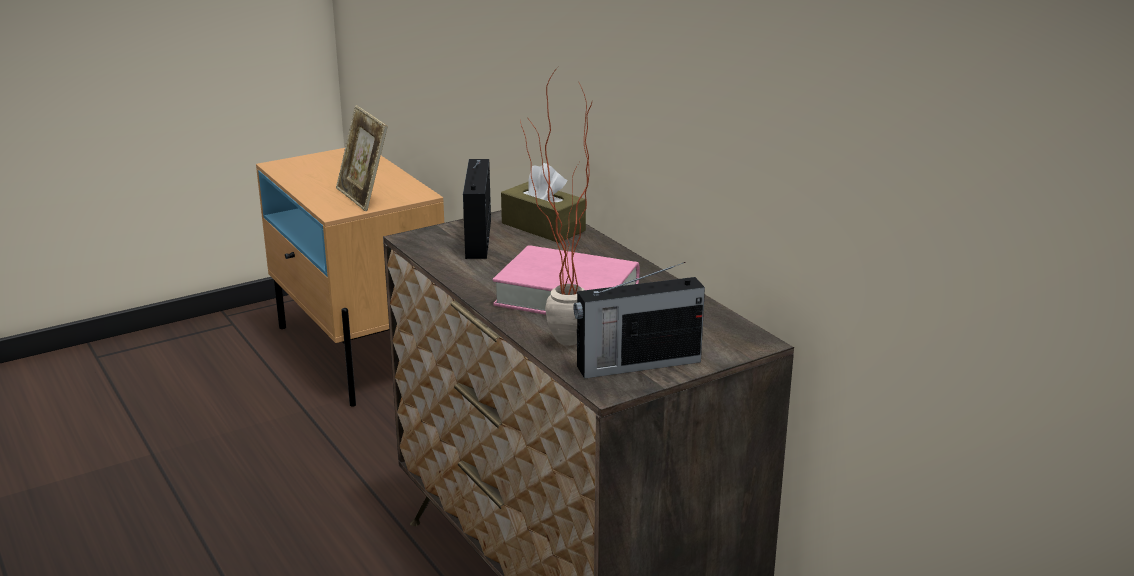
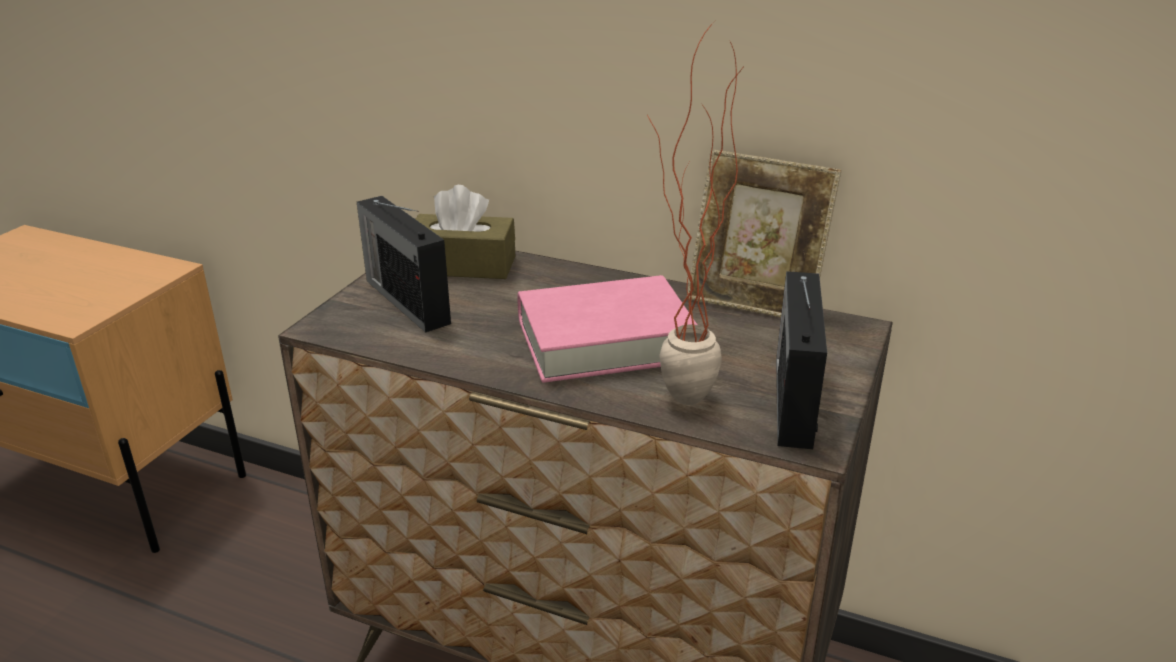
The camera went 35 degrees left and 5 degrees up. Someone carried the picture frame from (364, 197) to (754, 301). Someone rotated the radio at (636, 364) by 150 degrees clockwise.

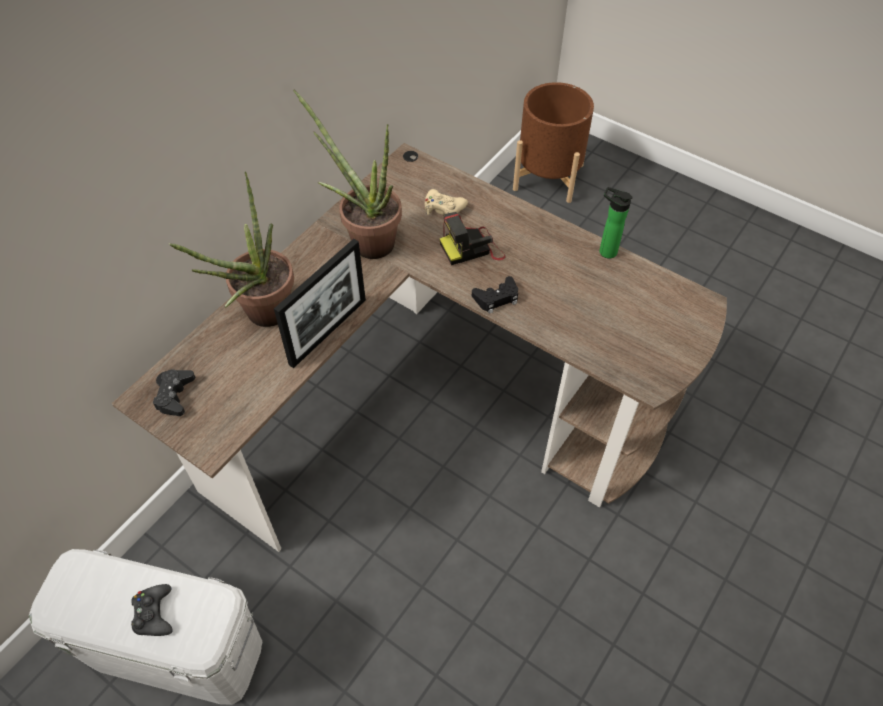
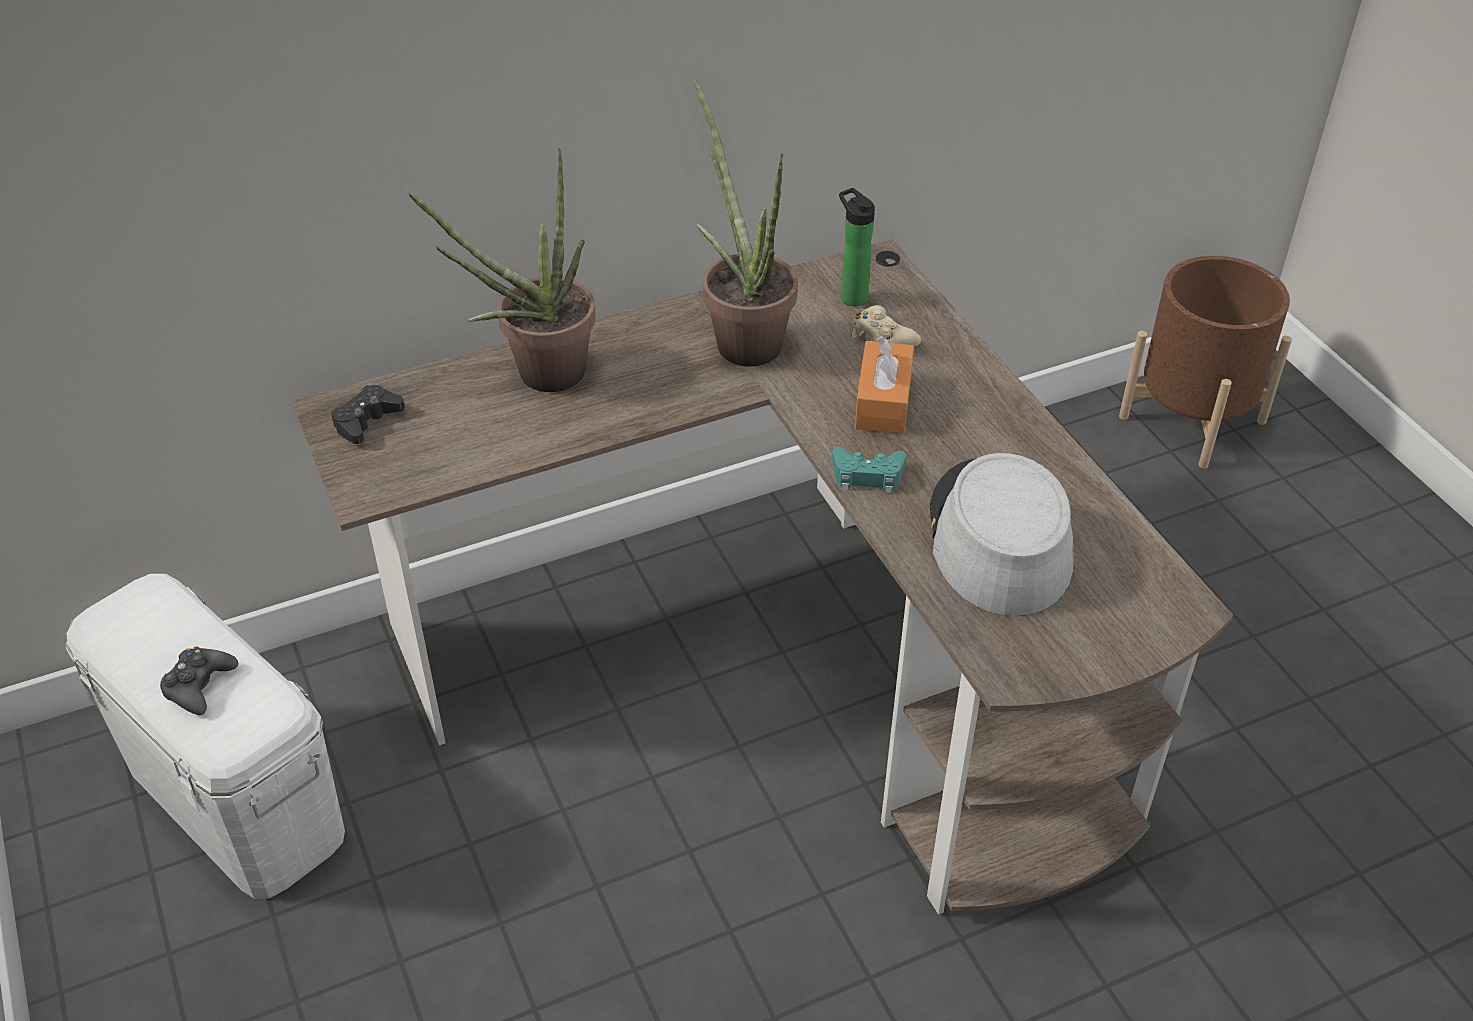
The camera went 30 degrees right and 10 degrees down. Someone carried the bottle from (605, 251) to (851, 296). Someone swapped the photo camera at (472, 248) for the orange tissue box at (883, 402). Someone took away the picture frame at (328, 331). Someone repainted the black game controller at (496, 298), which became the turquoise game controller at (867, 475). Someone put down the grey hat at (997, 538).

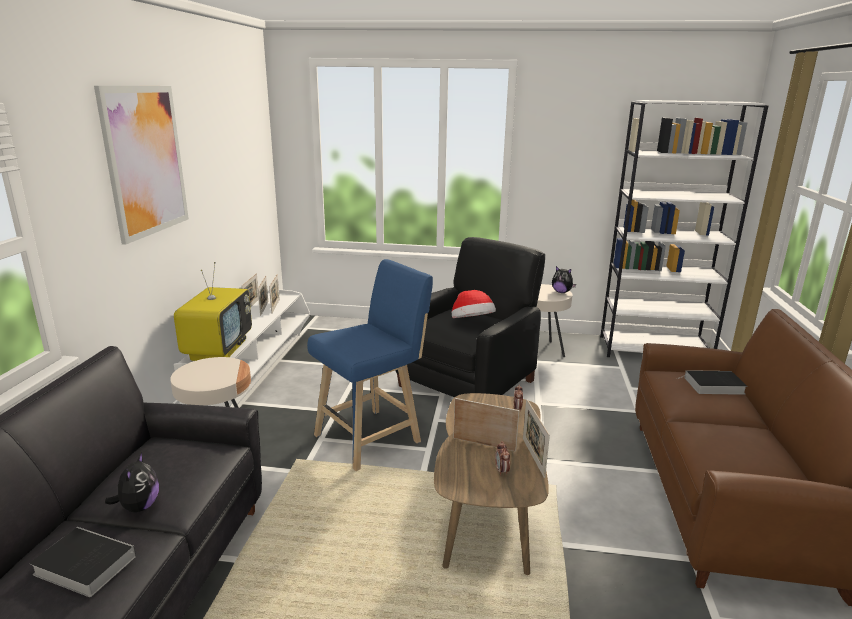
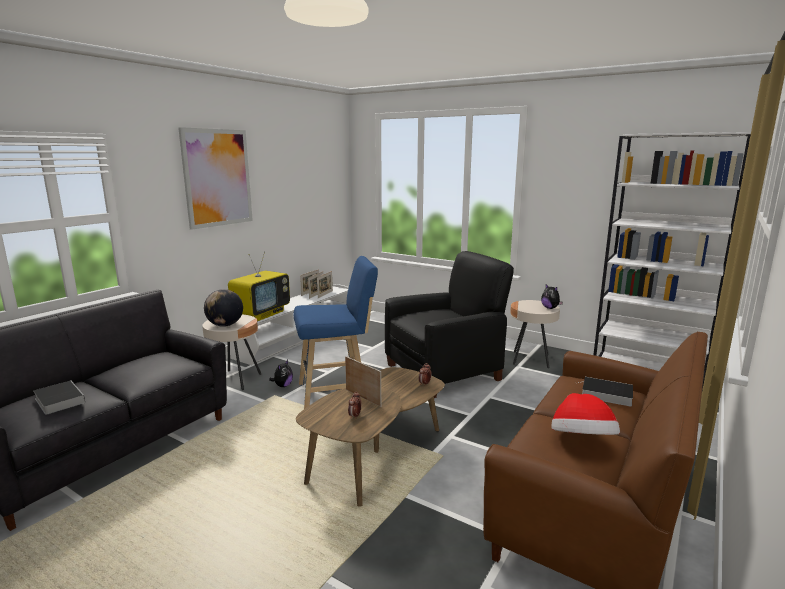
The camera went 25 degrees right and 5 degrees down. Someone carried the hat from (472, 323) to (582, 442). Someone took away the picture frame at (533, 457). Someone carried the plush toy from (139, 506) to (283, 386). Someone put down the globe at (225, 325).

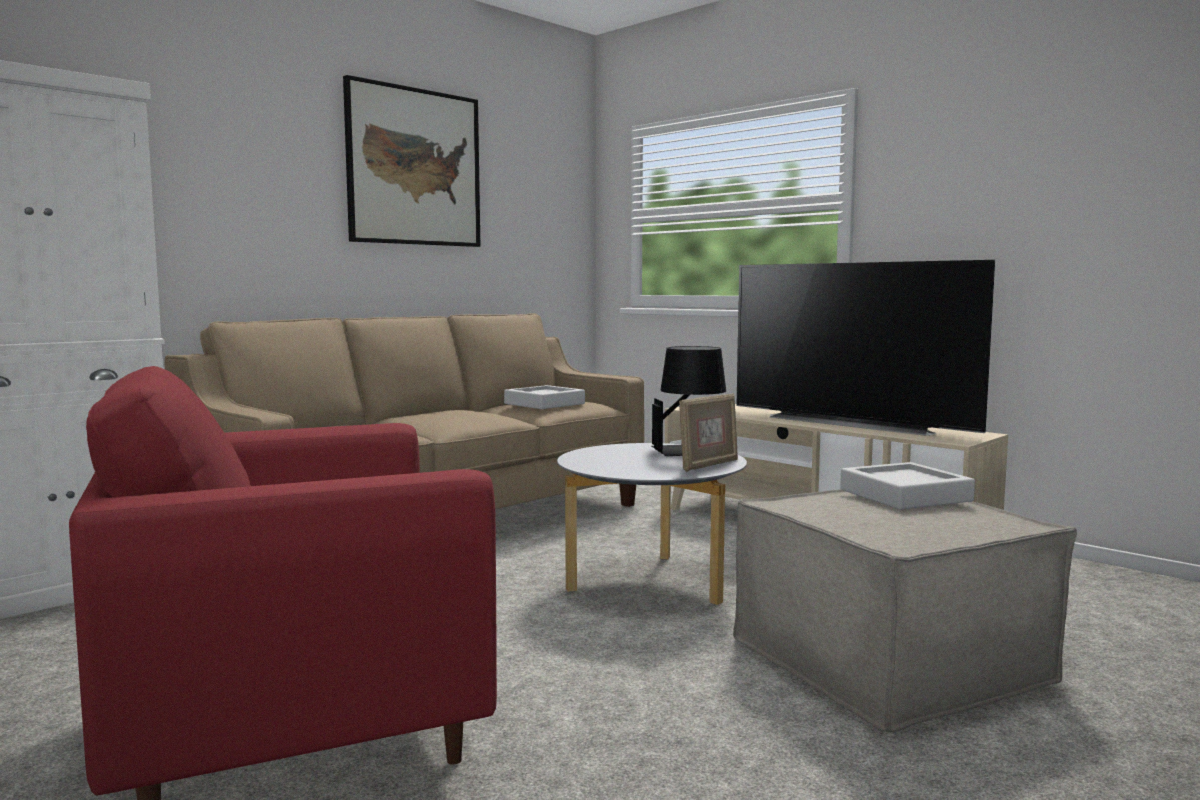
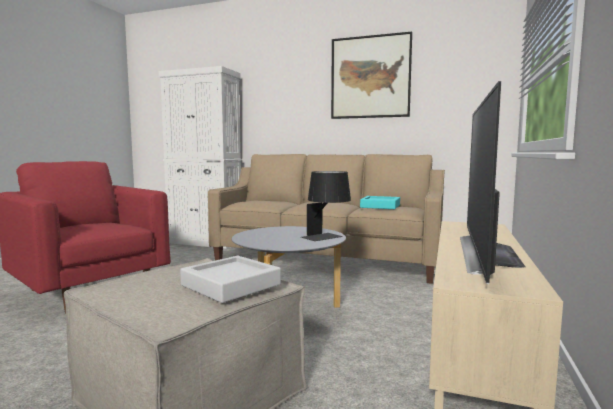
The camera went 65 degrees right and 0 degrees up. Someone repainted the grey tray at (544, 404), which became the turquoise tray at (380, 206). Someone took away the picture frame at (708, 465).

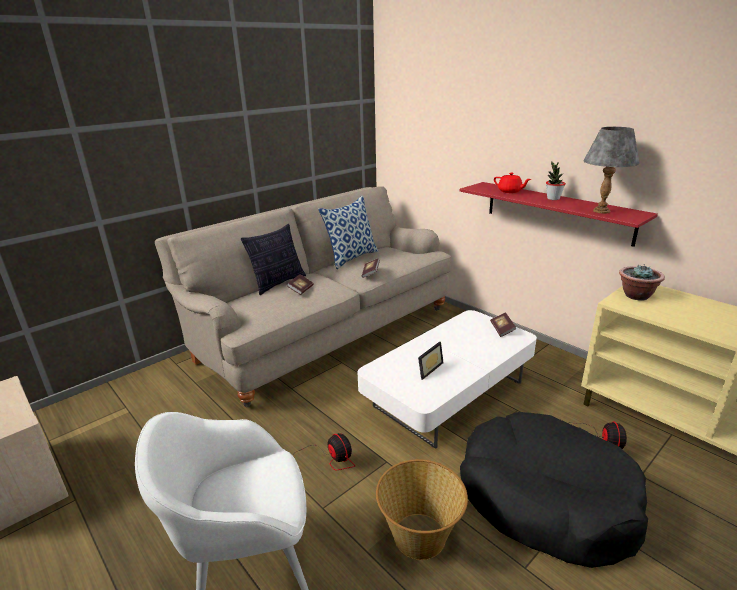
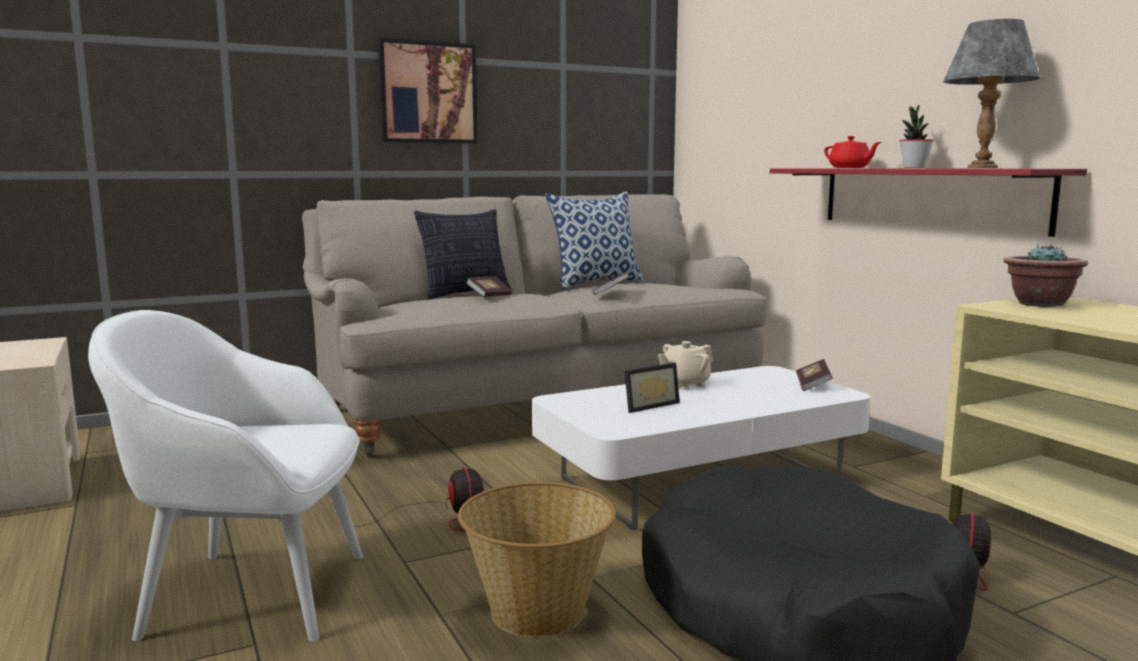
The camera went 15 degrees right and 15 degrees down. Someone put up the picture at (428, 93). Someone put down the beige teapot at (684, 384).

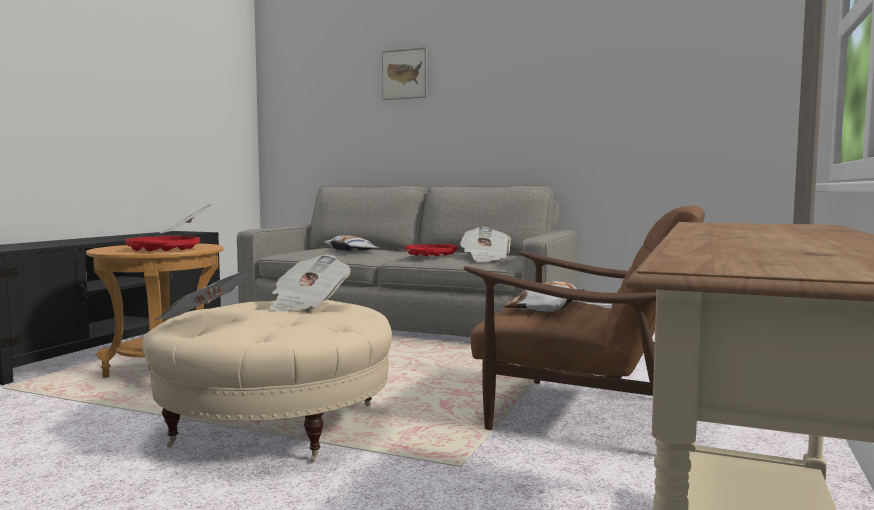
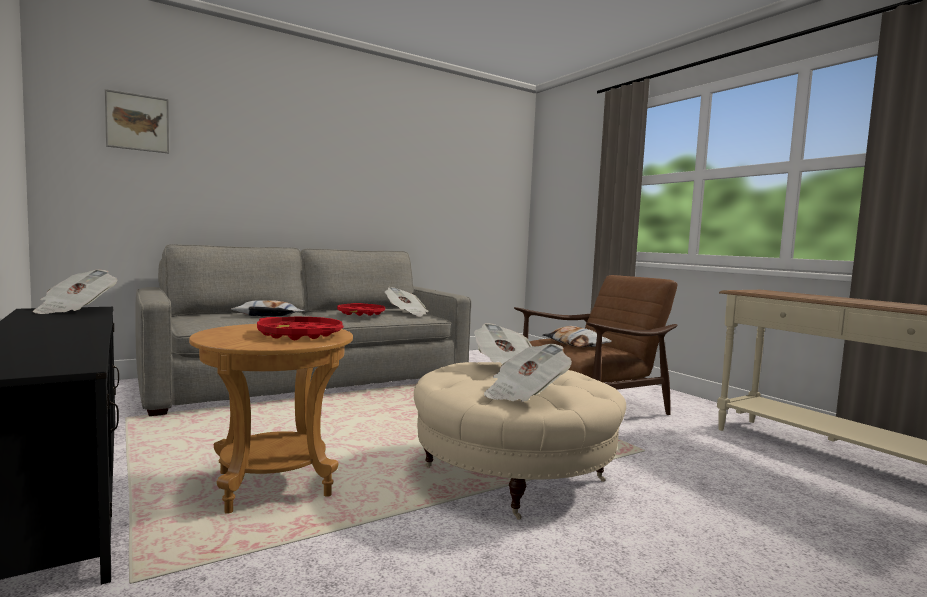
The camera went 55 degrees left and 0 degrees up. Someone carried the picture from (404, 74) to (137, 122).

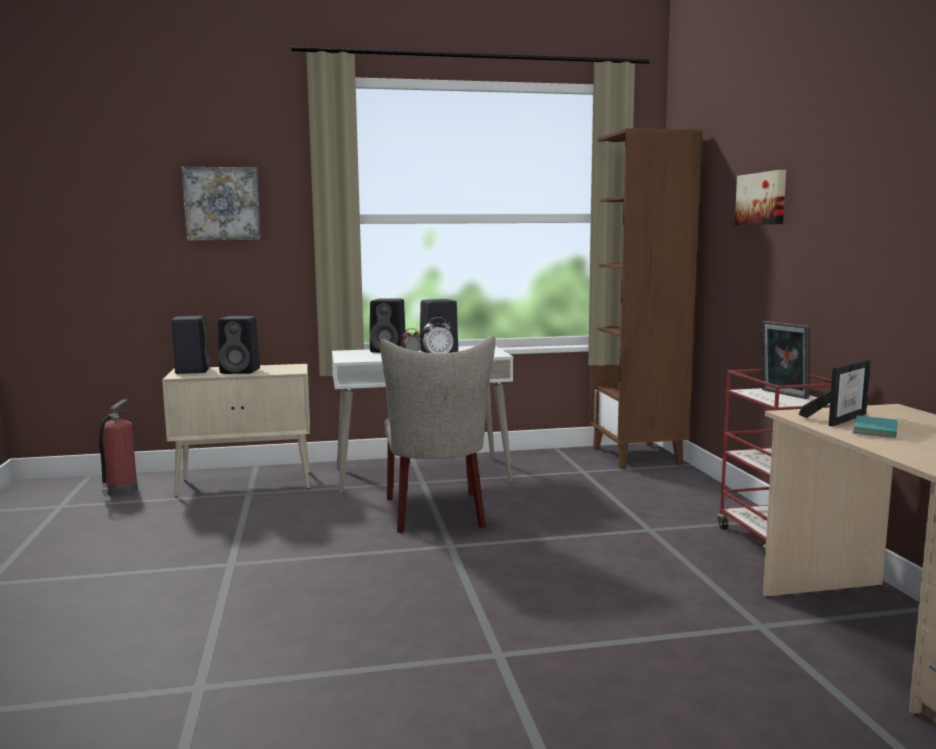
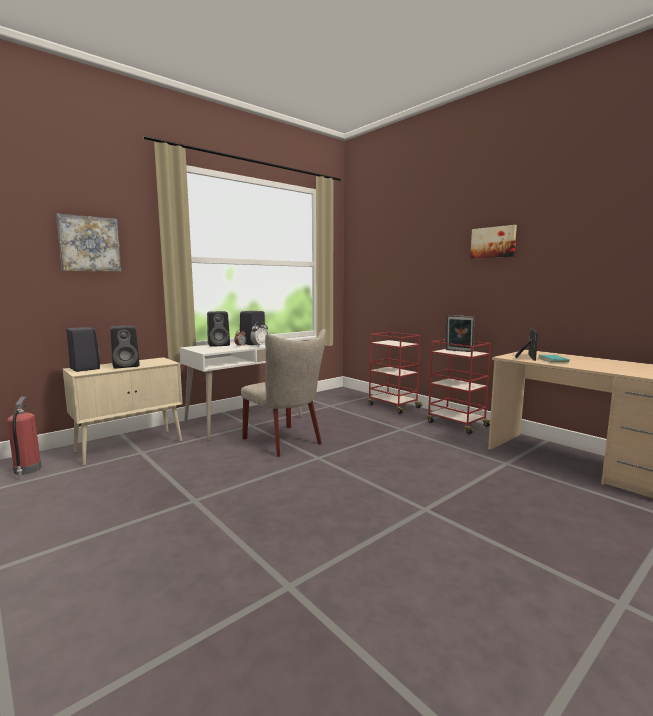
The camera went 30 degrees left and 0 degrees up. Someone took away the brown bookcase at (637, 456). Someone carried the picture from (762, 198) to (493, 242). Someone put down the red cart at (393, 406).

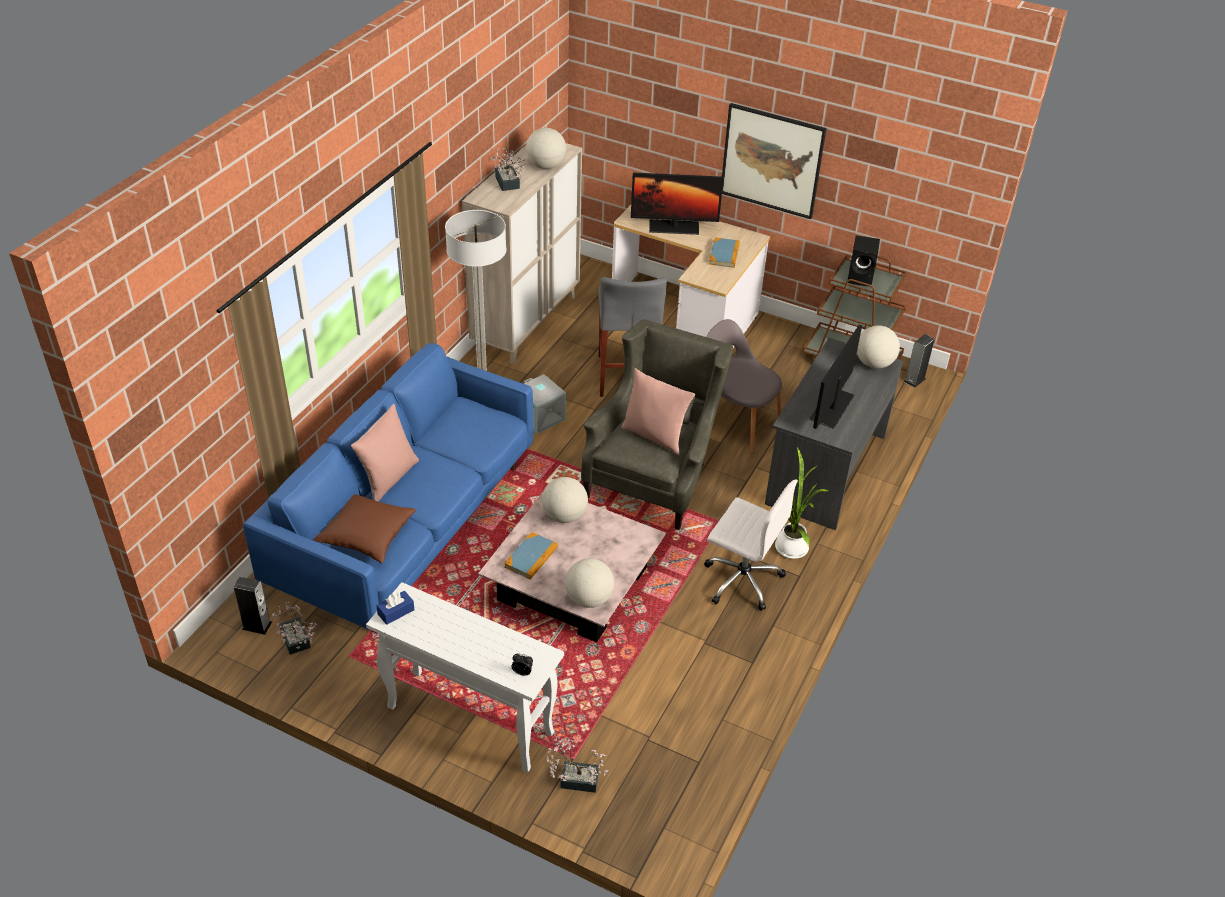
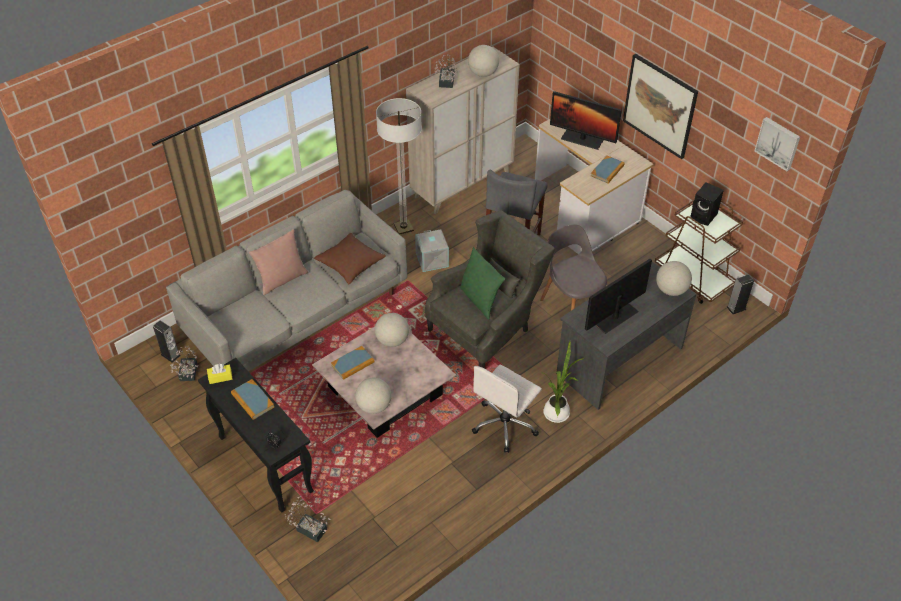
The camera went 25 degrees right and 5 degrees up. Someone repainted the blue sofa at (407, 527), which became the grey sofa at (298, 315). Someone repainted the pink pillow at (654, 436), which became the green pillow at (480, 300). Someone rotated the white office chair at (741, 579) by 75 degrees clockwise. Someone carried the brown pillow from (366, 535) to (350, 264). Someone repainted the white console table at (468, 720), which became the black console table at (264, 463). Someone repainted the blue tissue box at (396, 612), which became the yellow tissue box at (220, 377). Someone put up the picture at (778, 143). Someone put down the book at (252, 400).

